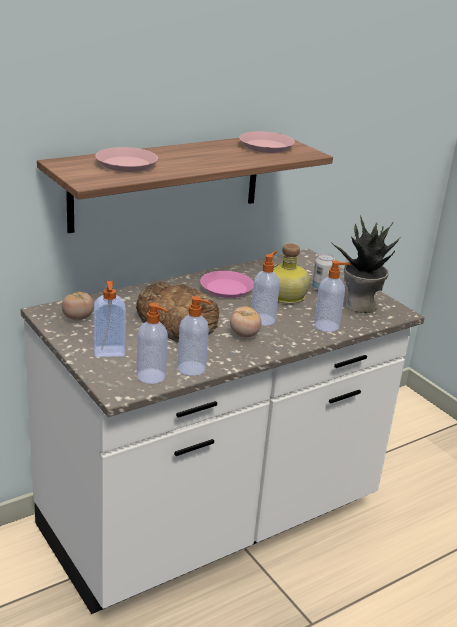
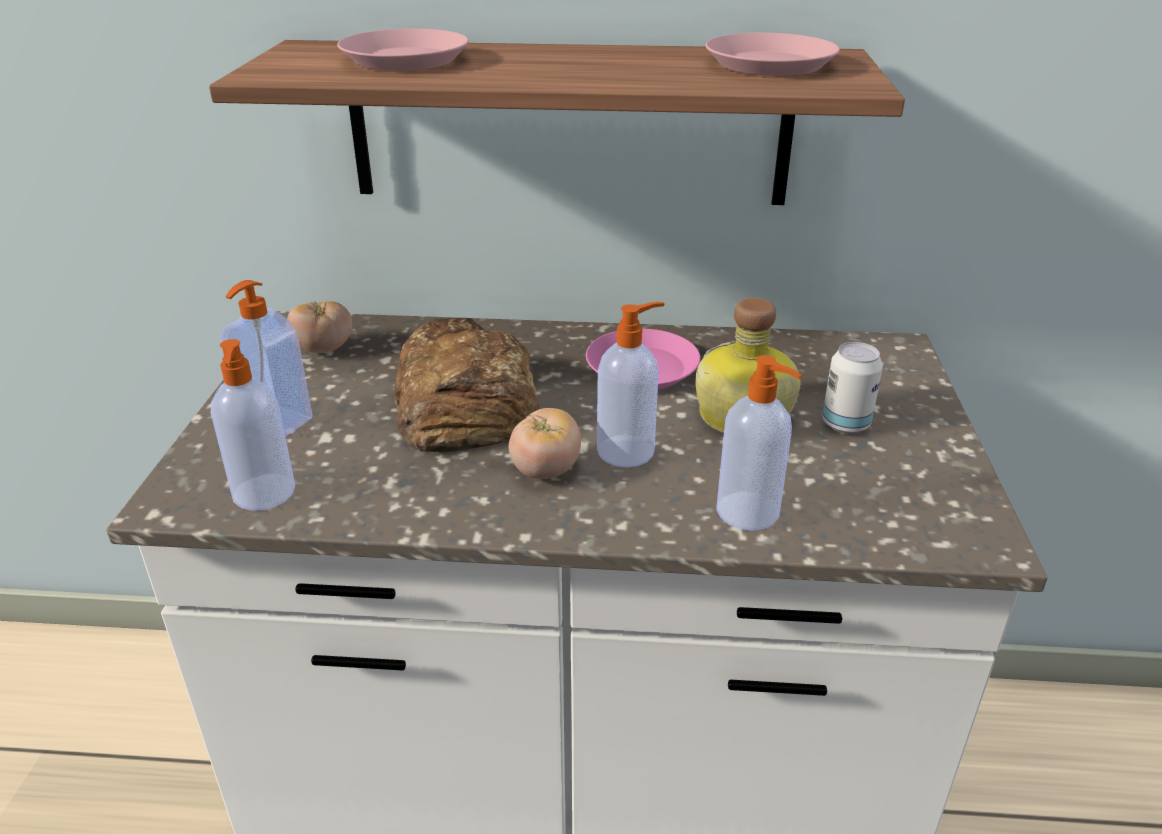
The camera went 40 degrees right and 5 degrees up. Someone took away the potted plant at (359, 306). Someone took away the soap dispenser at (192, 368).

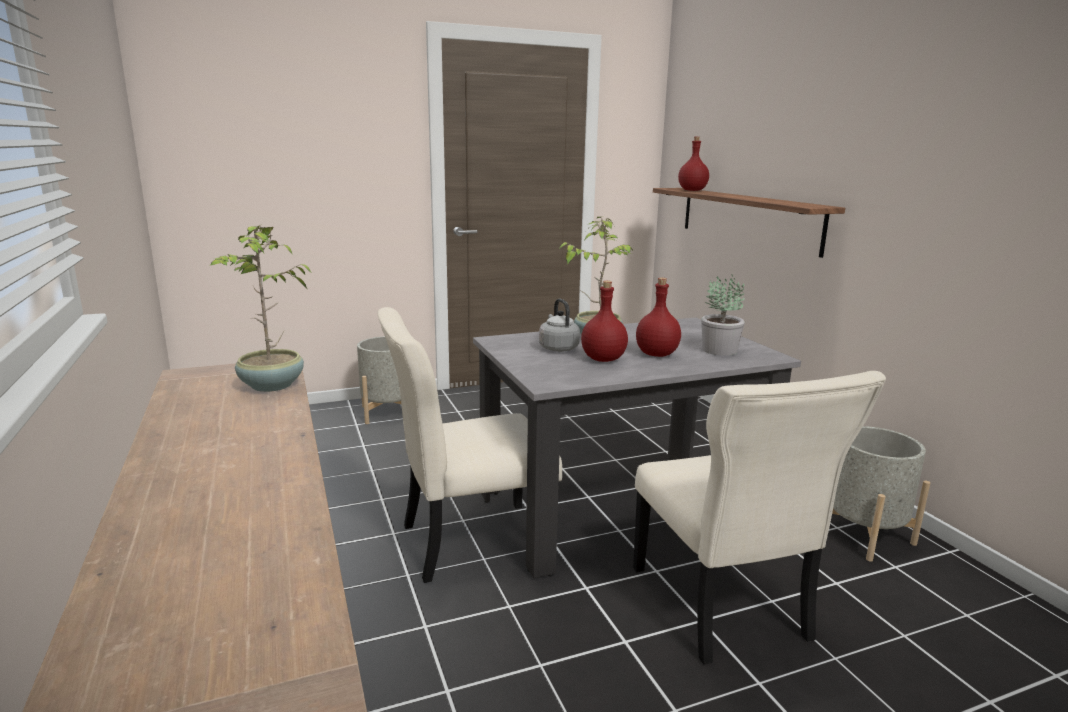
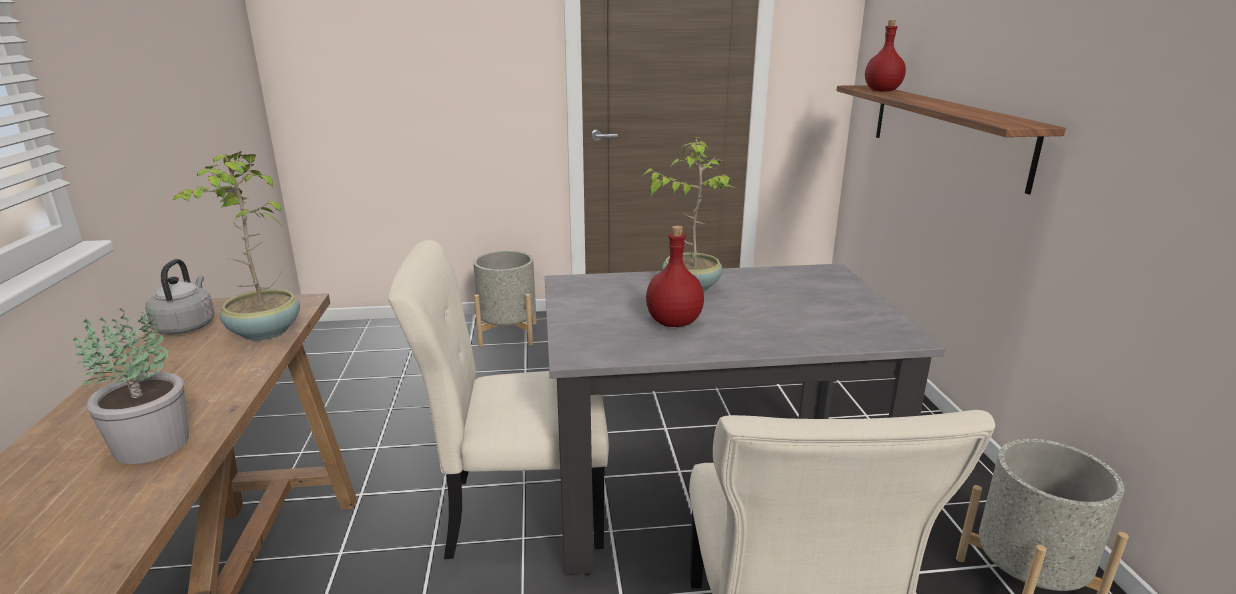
The camera went 15 degrees right and 5 degrees up. Someone carried the potted plant from (719, 350) to (153, 443). Someone took away the red bottle at (656, 354). Someone carried the grey kettle from (558, 348) to (187, 326).

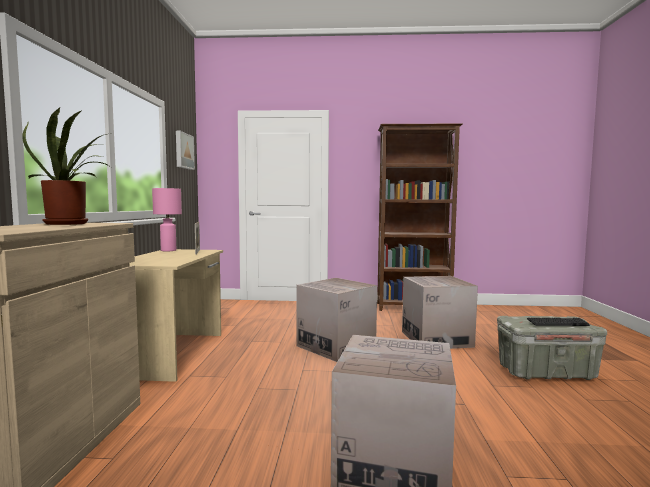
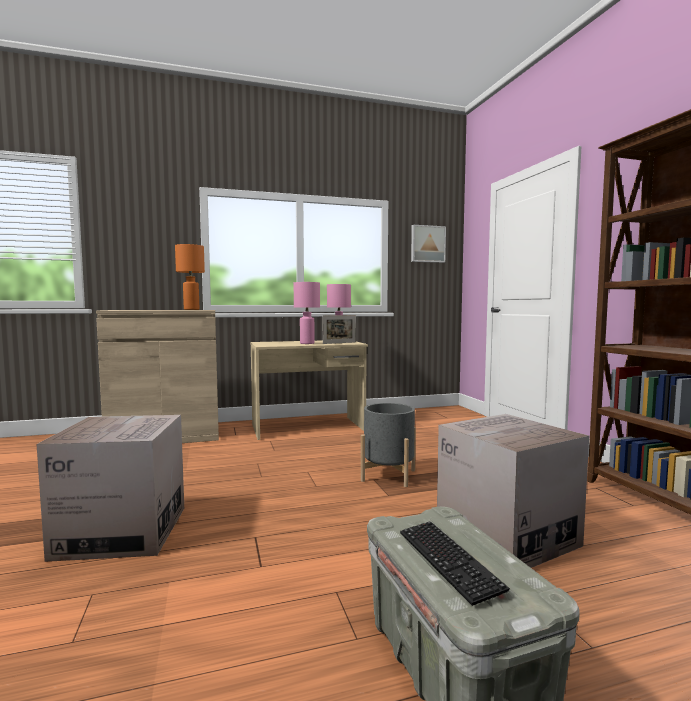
The camera went 70 degrees right and 0 degrees up. Someone swapped the potted plant at (71, 223) for the orange table lamp at (191, 309). Someone swapped the cardboard box at (336, 346) for the grey planter at (388, 475). Someone put down the pink table lamp at (307, 343).

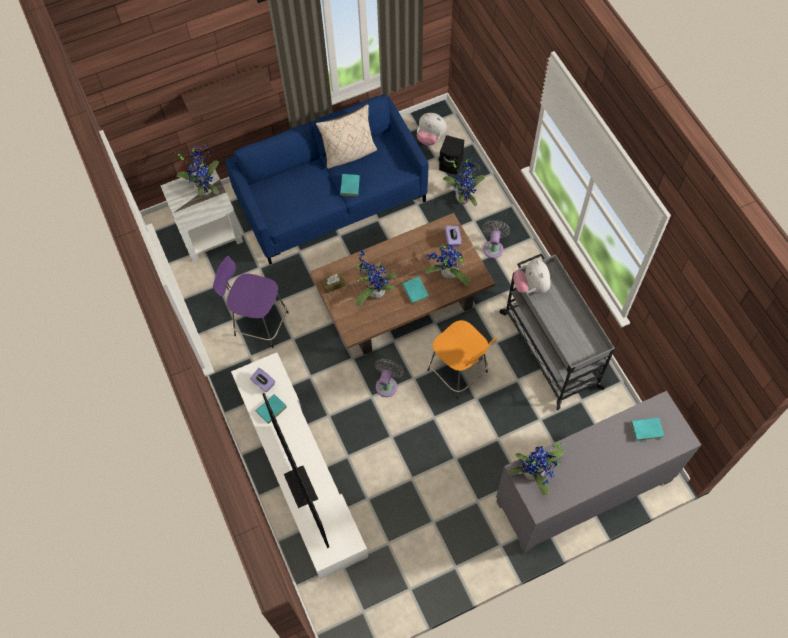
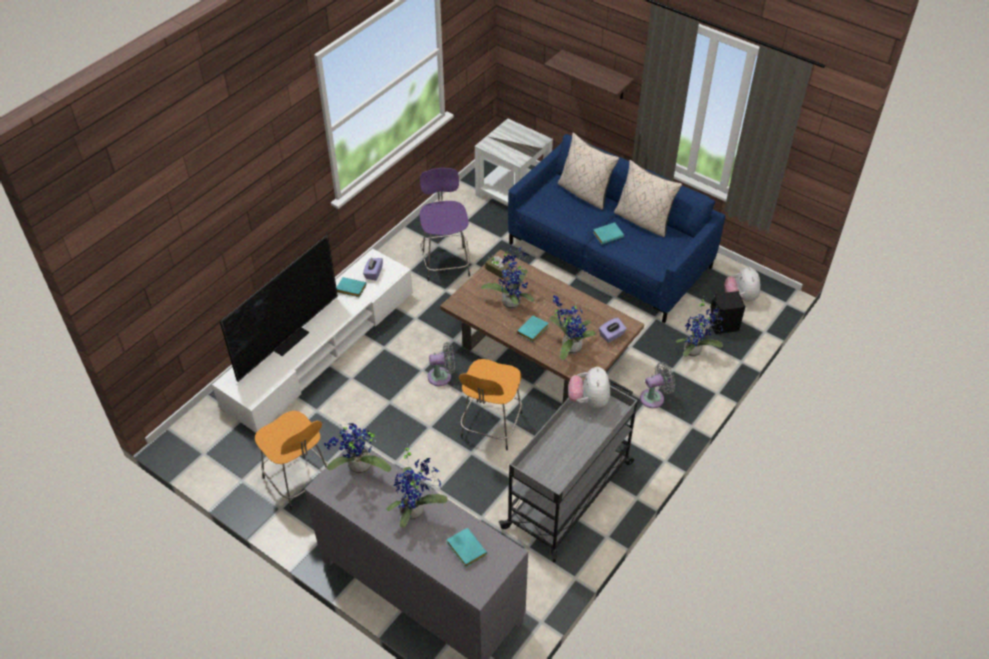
The camera went 60 degrees right and 15 degrees down. Someone carried the potted plant from (205, 188) to (415, 510). Someone rotated the plush toy at (531, 286) by 45 degrees counterclockwise. Someone put down the beige pillow at (585, 193). Someone put down the orange stool at (299, 481).

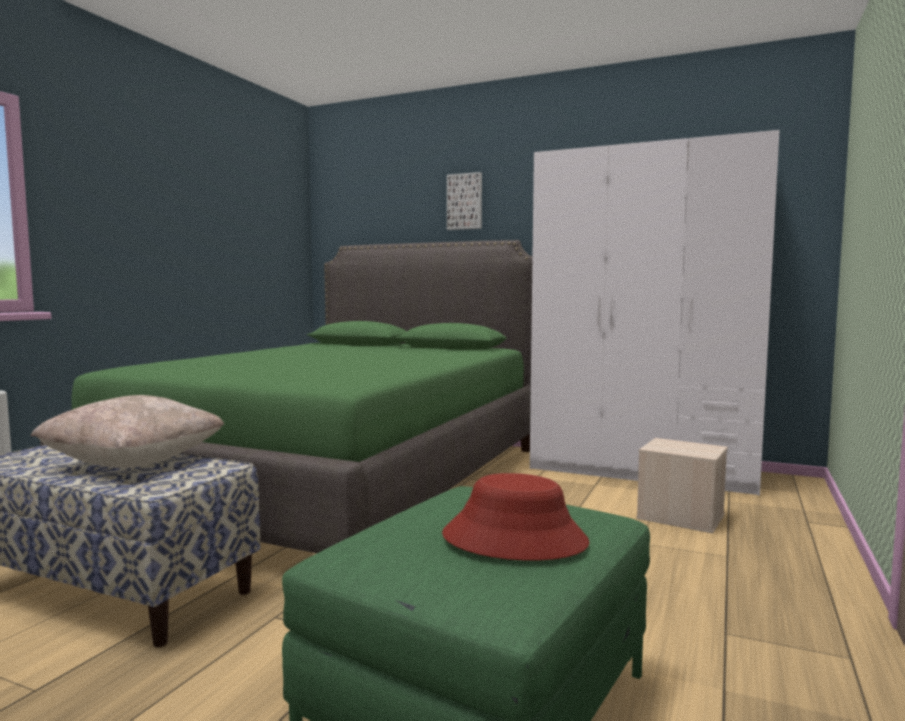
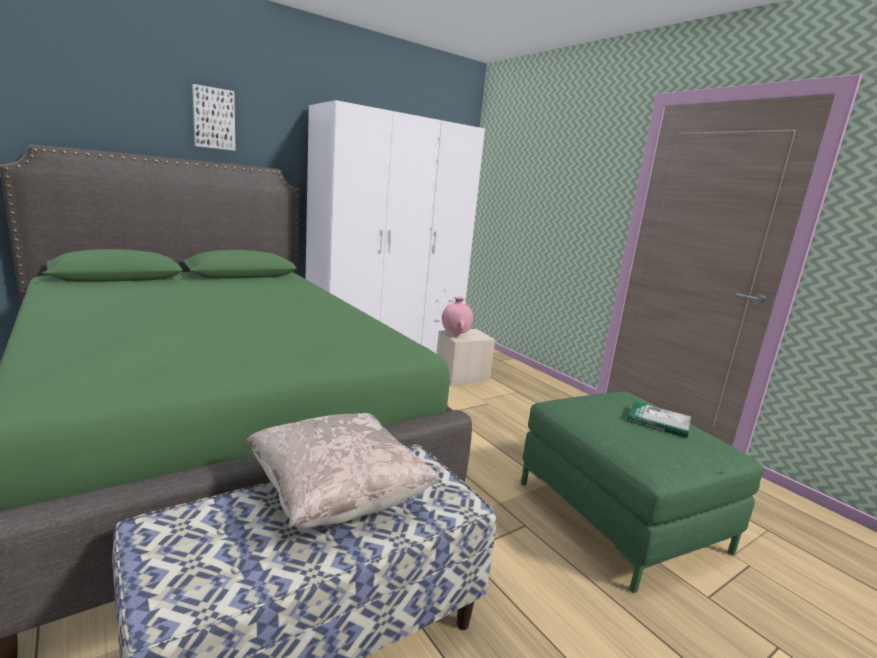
The camera went 60 degrees left and 10 degrees up. Someone swapped the red hat at (515, 539) for the book at (658, 422). Someone put down the pink vase at (455, 335).

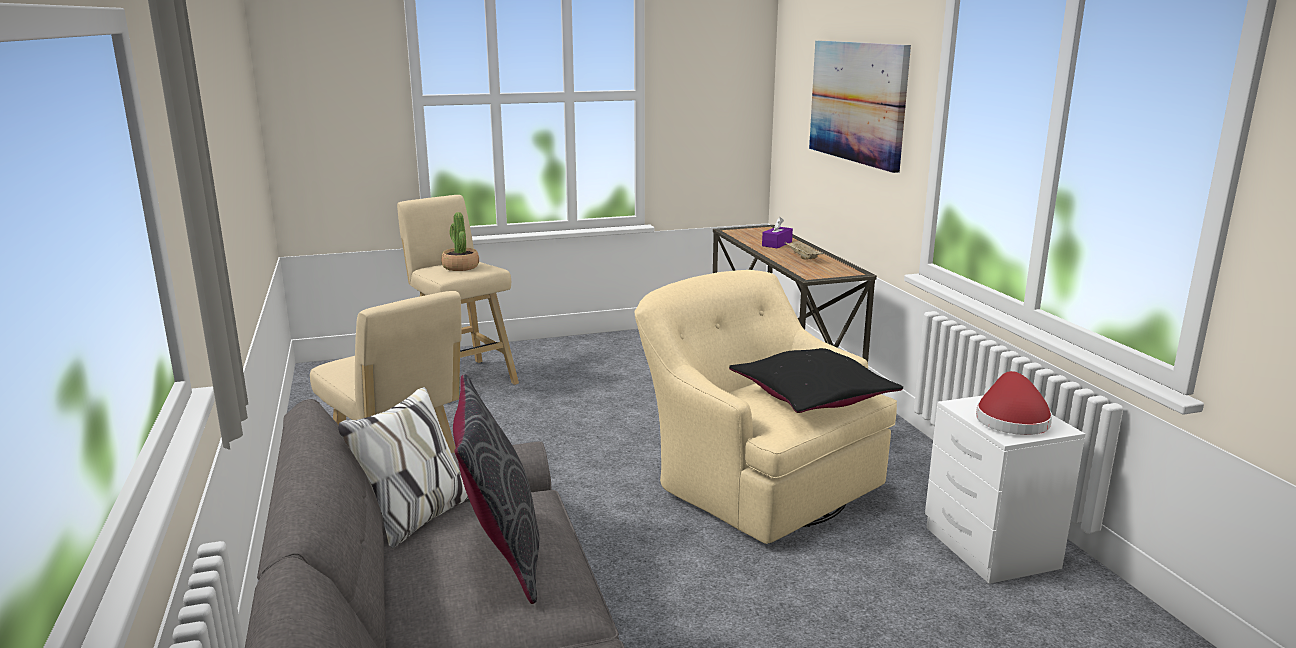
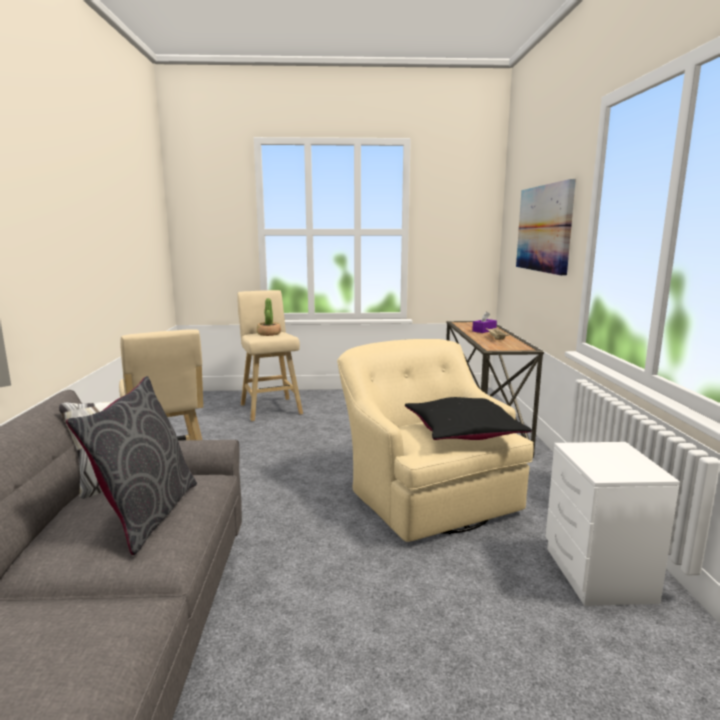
The camera went 15 degrees right and 5 degrees down. Someone took away the red hat at (1011, 419).

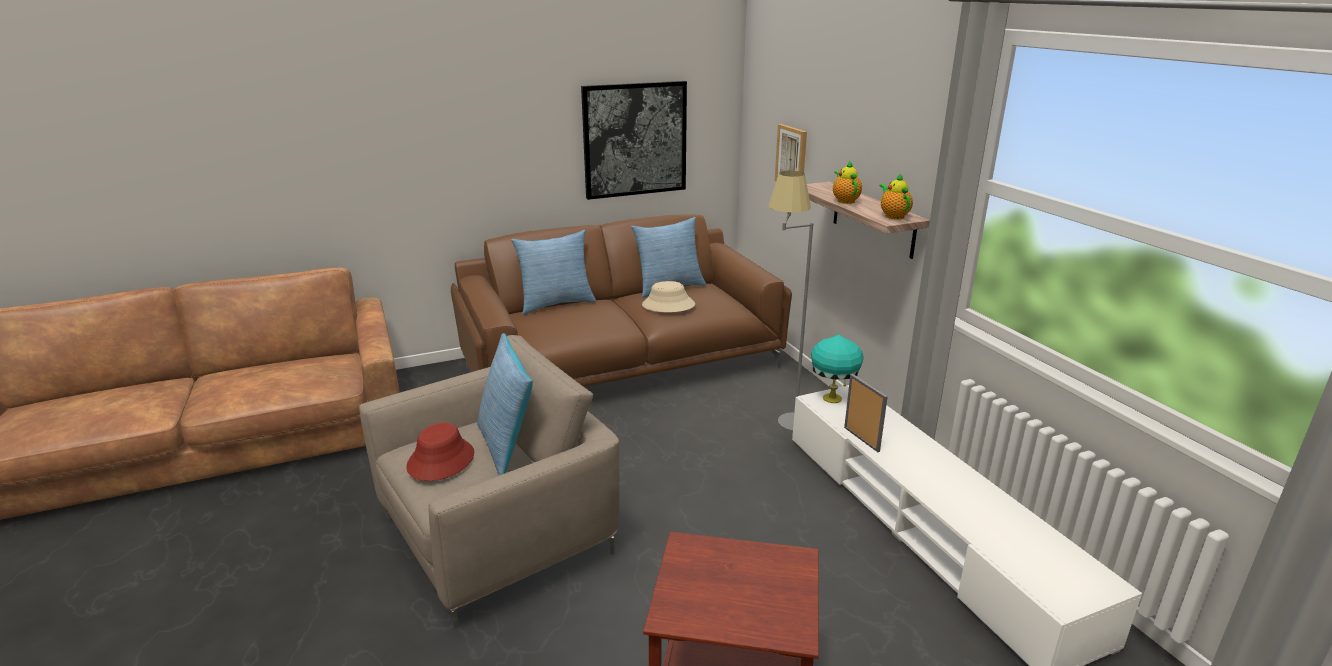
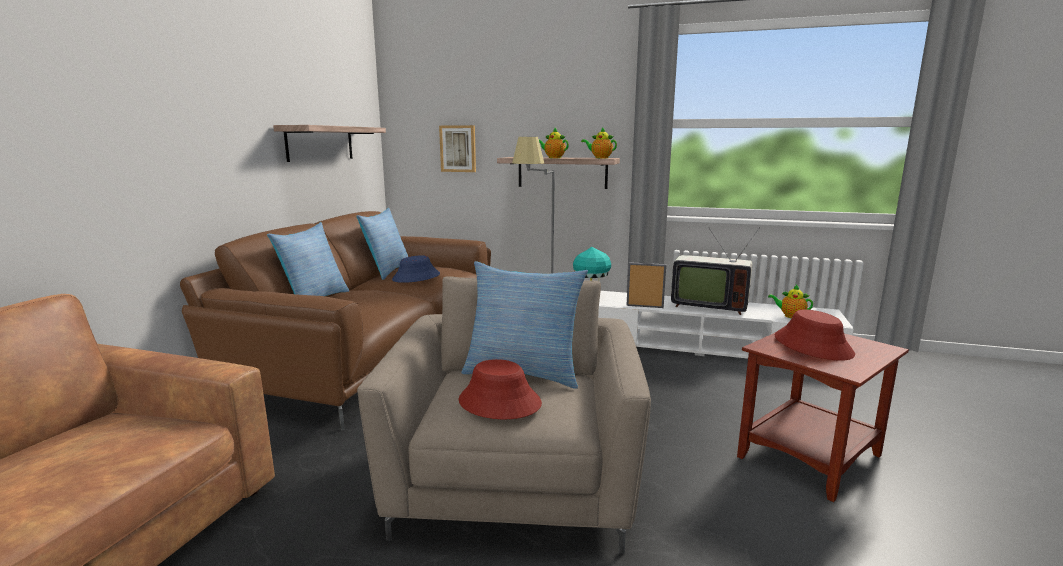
The camera went 50 degrees left and 10 degrees down. Someone swapped the picture at (635, 139) for the shelf at (320, 143). Someone repainted the beige hat at (668, 305), which became the blue hat at (416, 277). Someone put down the television at (708, 306). Someone put down the teapot at (790, 316). Someone put down the red hat at (813, 345).

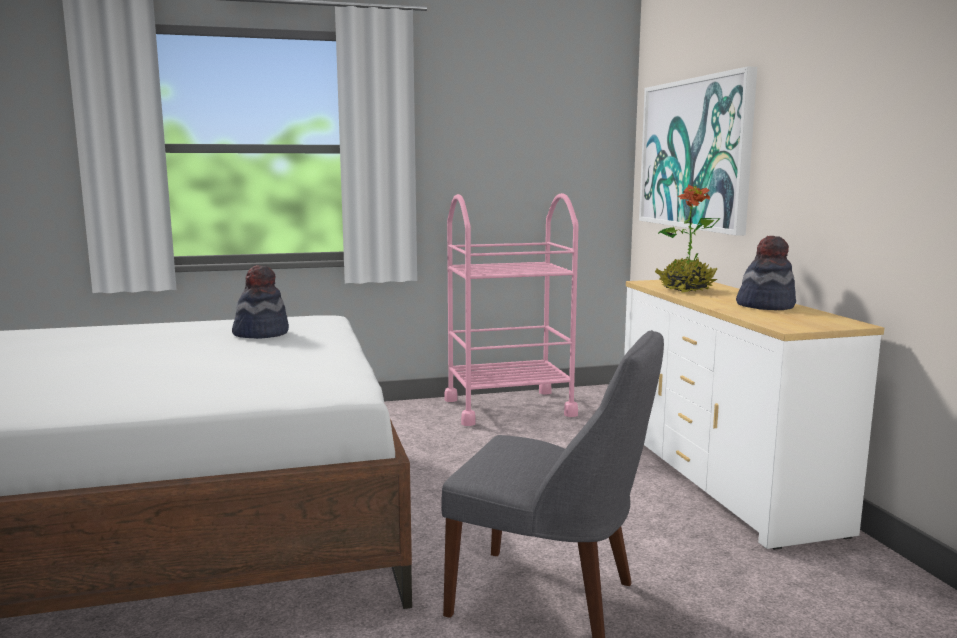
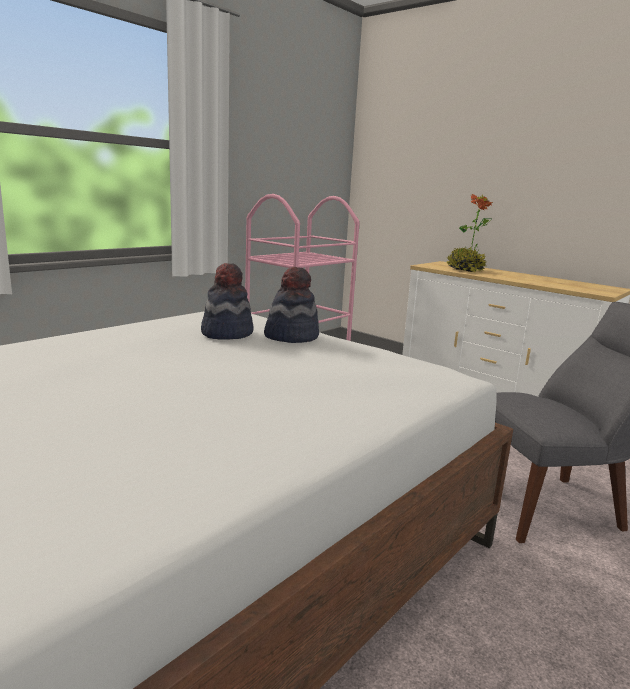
The camera went 35 degrees left and 5 degrees up. Someone took away the picture at (694, 154). Someone carried the hat from (765, 306) to (291, 336).

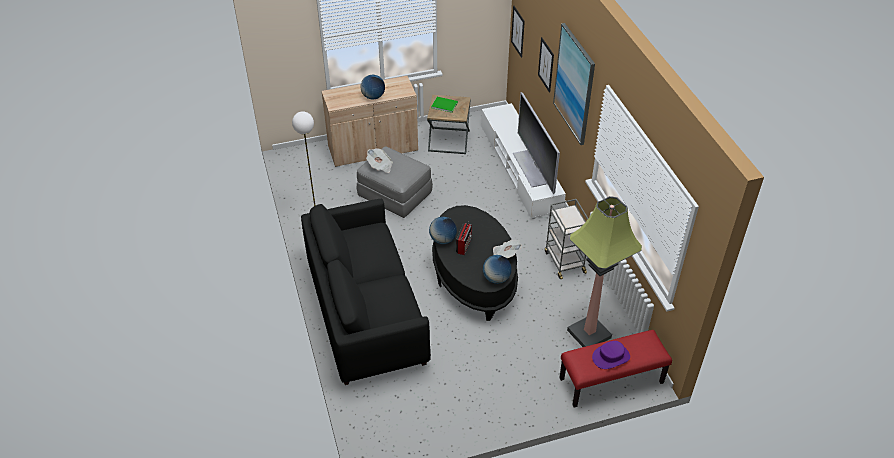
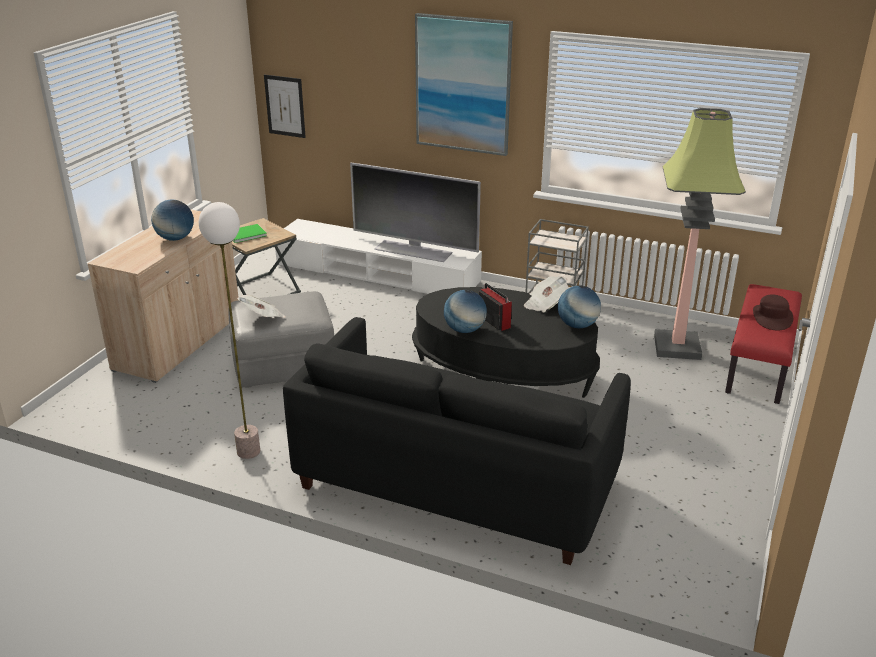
The camera went 50 degrees left and 15 degrees down. Someone took away the picture at (546, 65). Someone repainted the purple hat at (611, 357), which became the brown hat at (772, 317).

